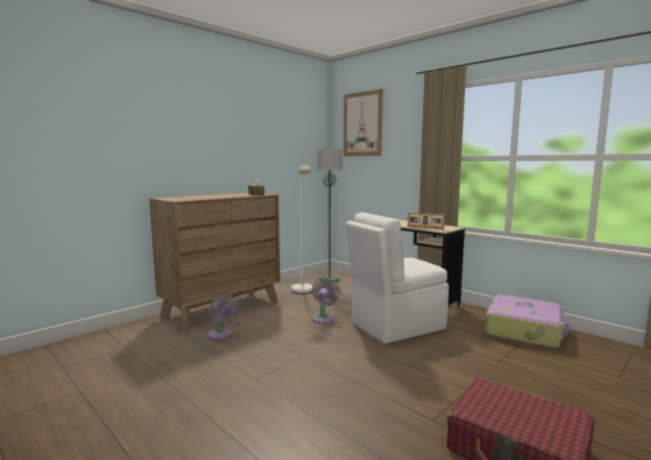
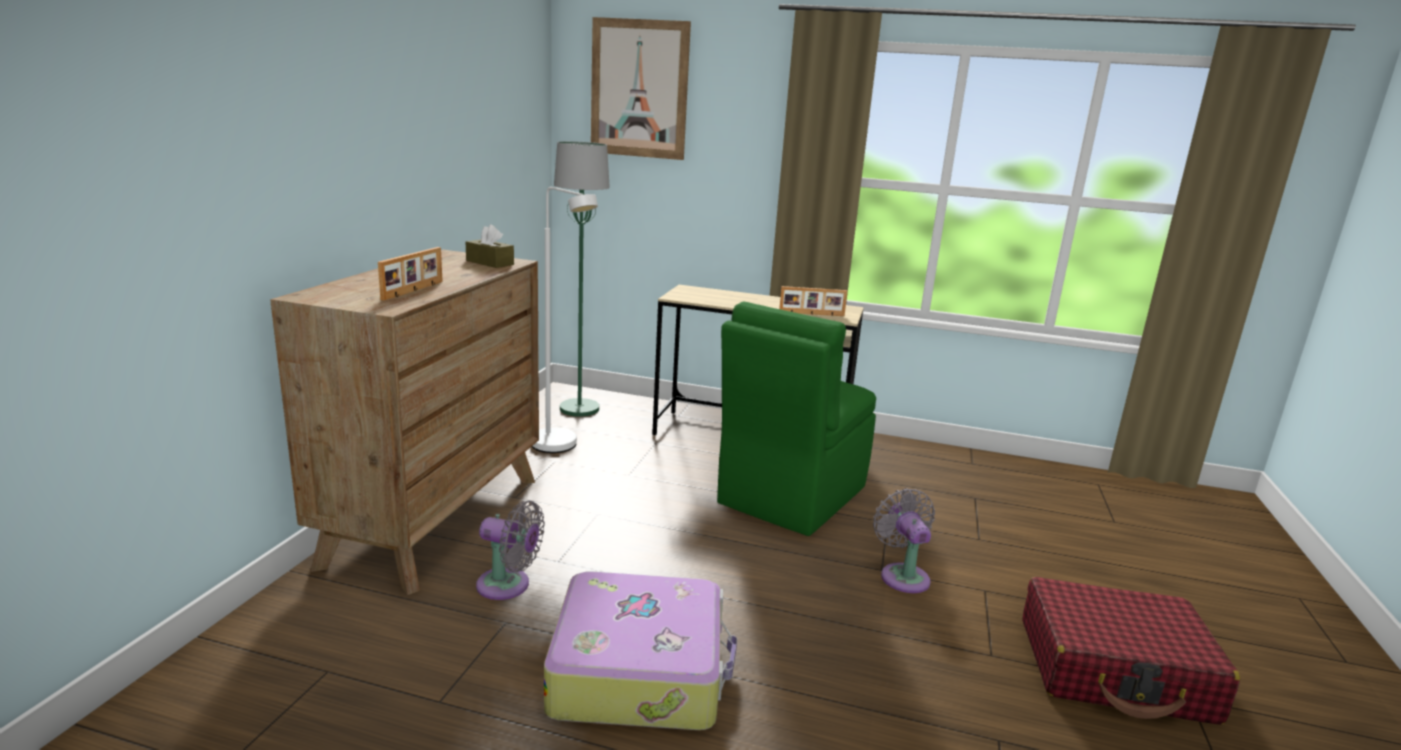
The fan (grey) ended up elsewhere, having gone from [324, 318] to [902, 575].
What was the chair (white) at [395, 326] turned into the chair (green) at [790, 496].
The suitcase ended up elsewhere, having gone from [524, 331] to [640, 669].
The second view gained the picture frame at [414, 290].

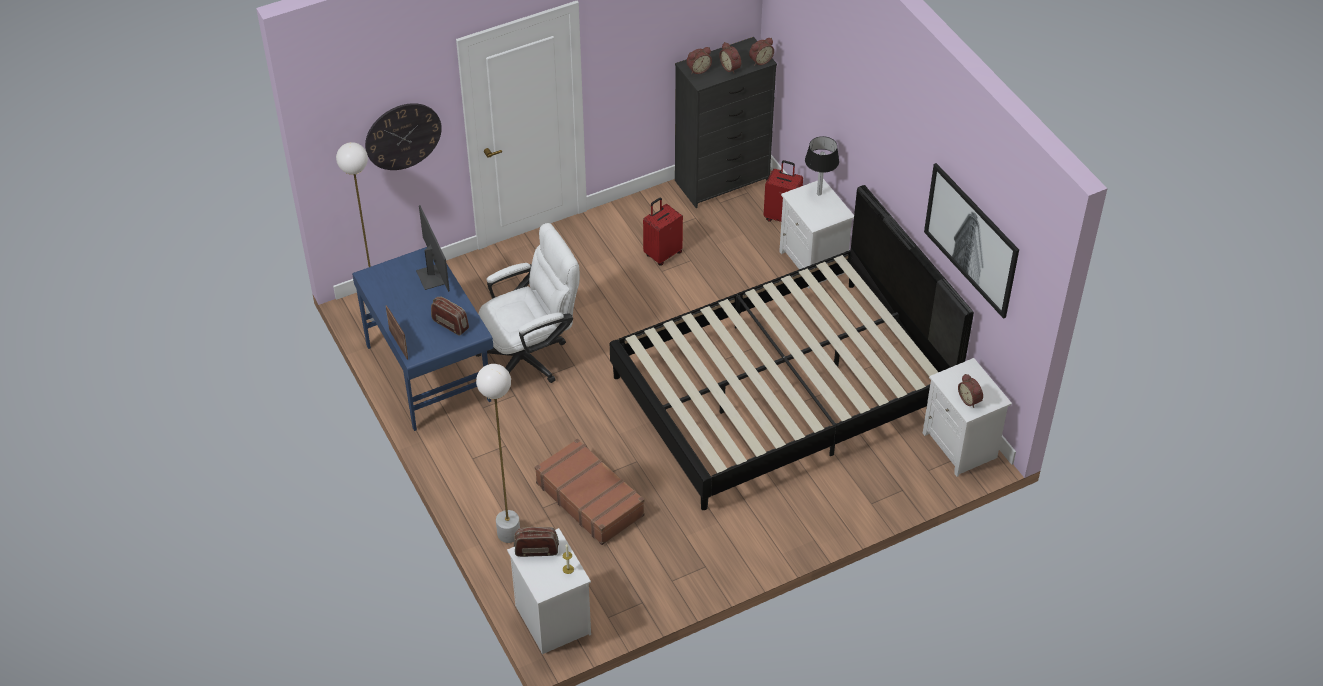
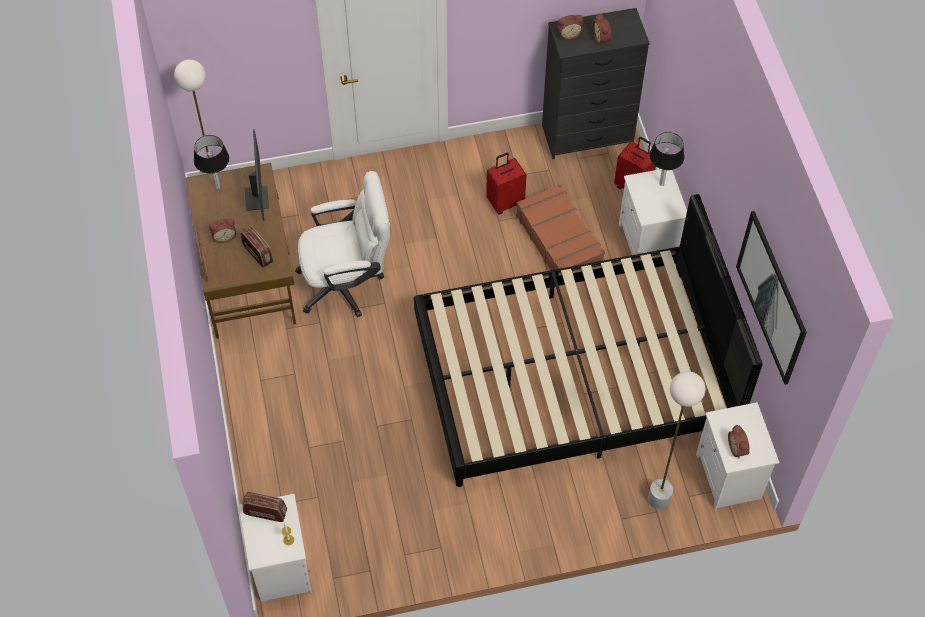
What was the desk (blue) at [429, 372] turned into the desk (brown) at [249, 279].
The second view lost the wall clock at [403, 136].
The floor lamp (white) ended up elsewhere, having gone from [509, 533] to [659, 499].
The suitcase (brown) ended up elsewhere, having gone from [590, 498] to [559, 240].
The alarm clock ended up elsewhere, having gone from [760, 60] to [224, 236].
The second view gained the table lamp at [218, 187].

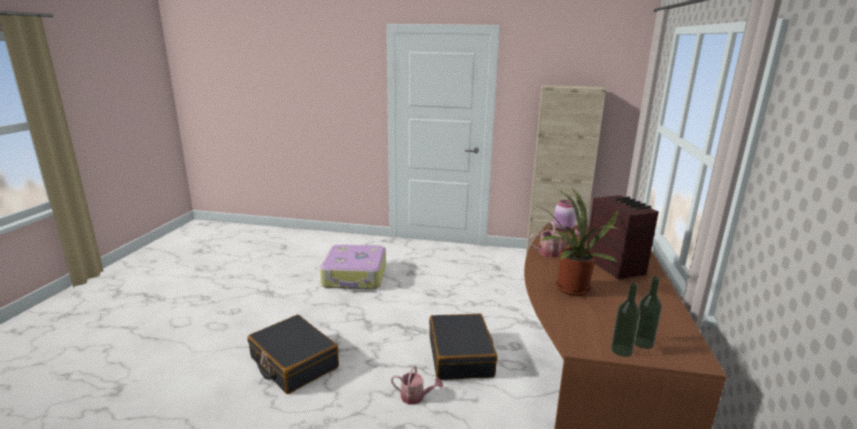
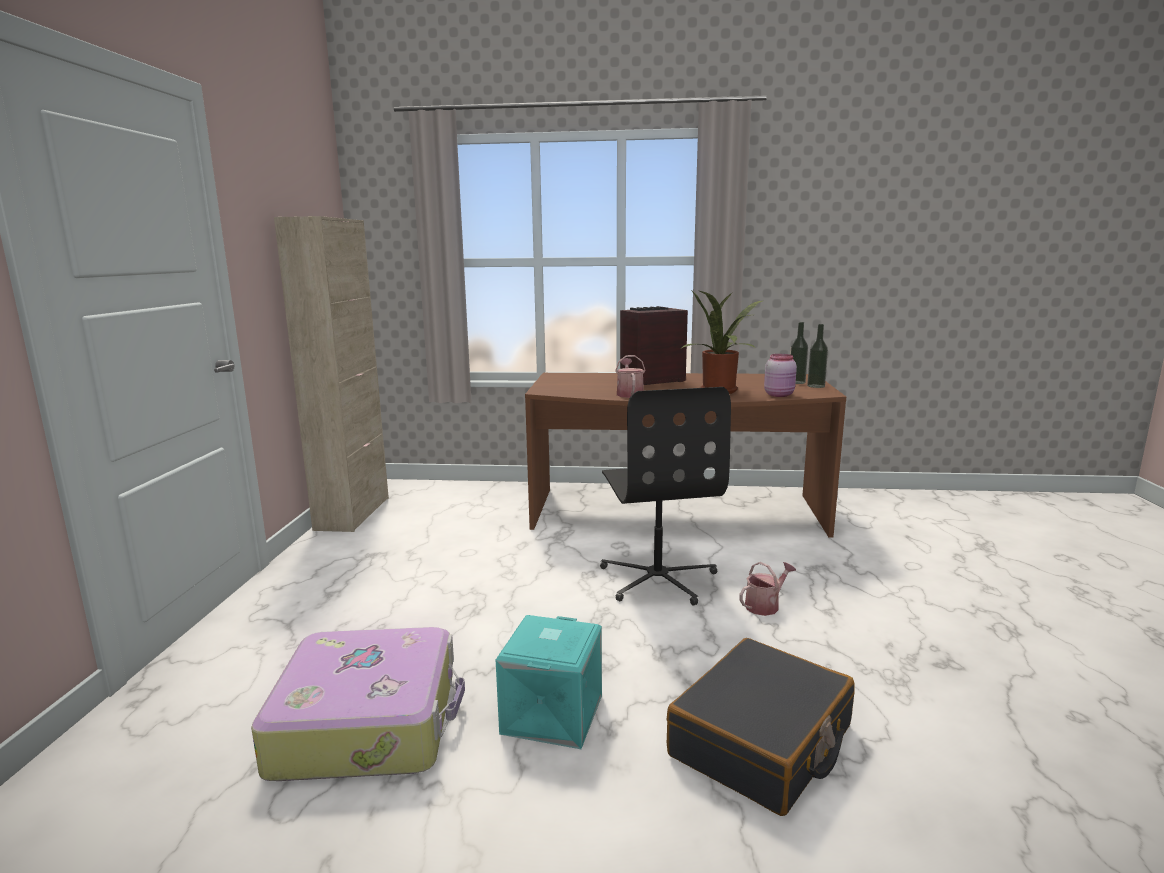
The watering can at [416, 397] ended up facing another way, 45 degrees clockwise from before.
Where the suitcase (black) stood at [461, 356], the office chair (black) came to stand at [658, 578].
The jar (pink) ended up elsewhere, having gone from [563, 229] to [780, 395].
The second view gained the storage box (turquoise) at [551, 713].

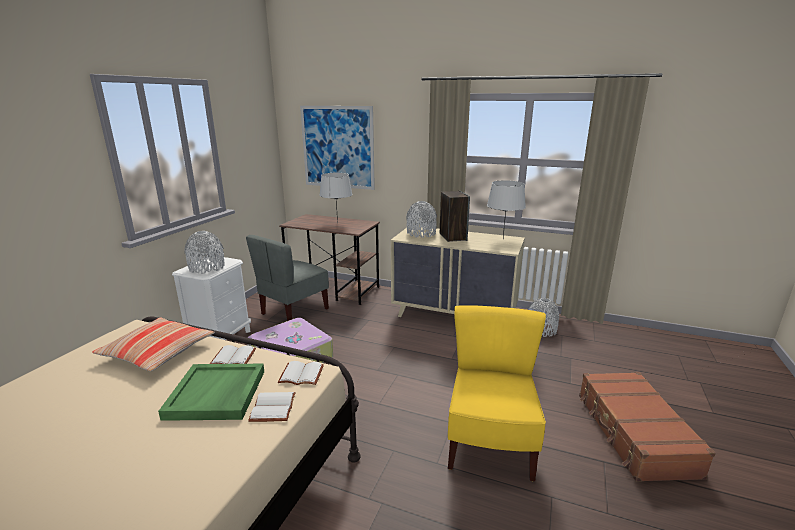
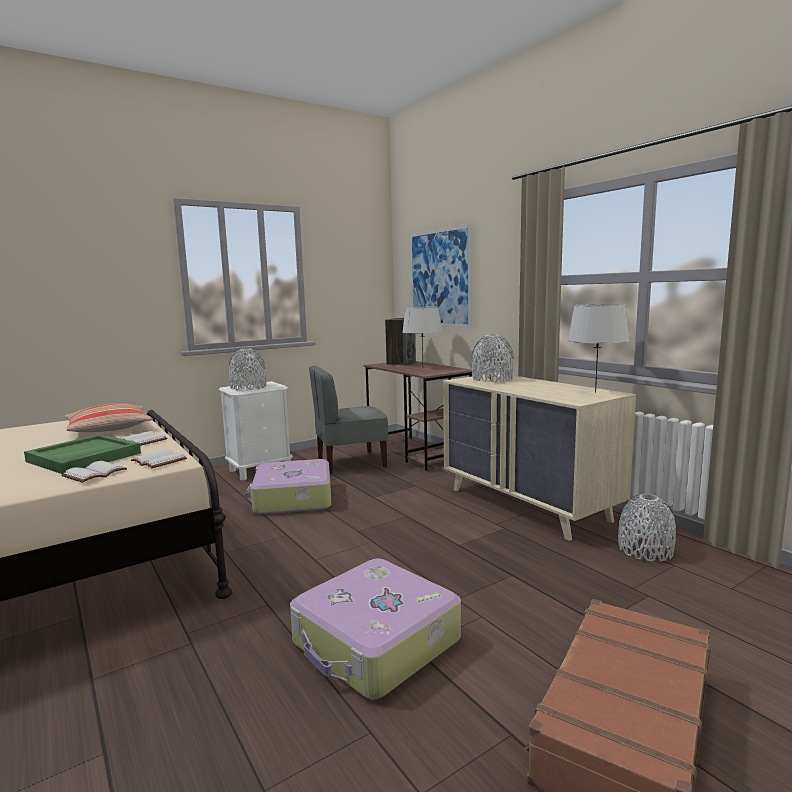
The speaker ended up elsewhere, having gone from [452, 237] to [401, 363].
Where the chair (yellow) stood at [489, 444], the suitcase came to stand at [376, 643].

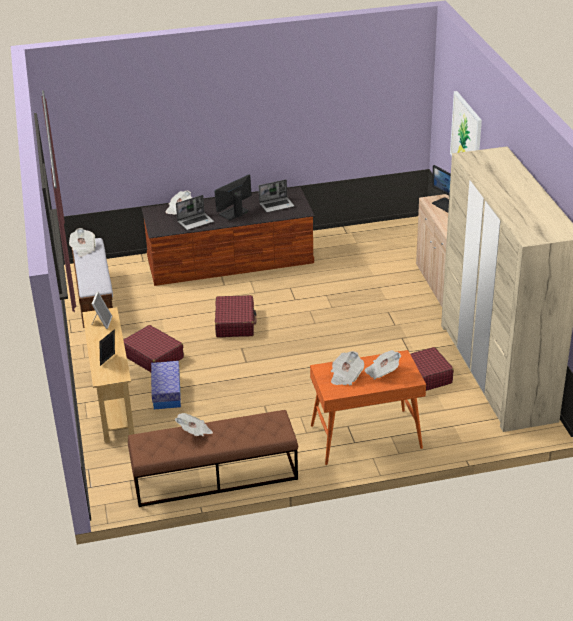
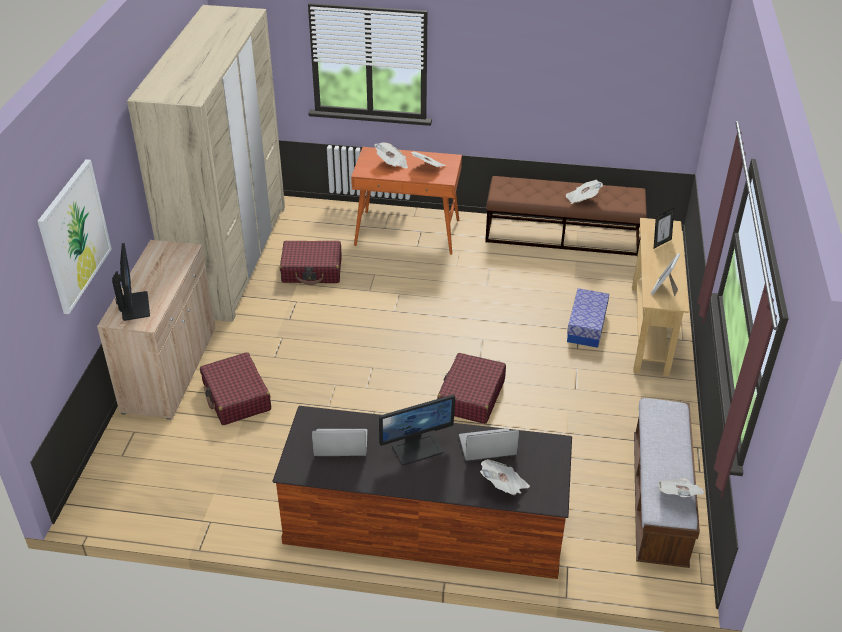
The suitcase (red) ended up elsewhere, having gone from [153, 356] to [236, 397].

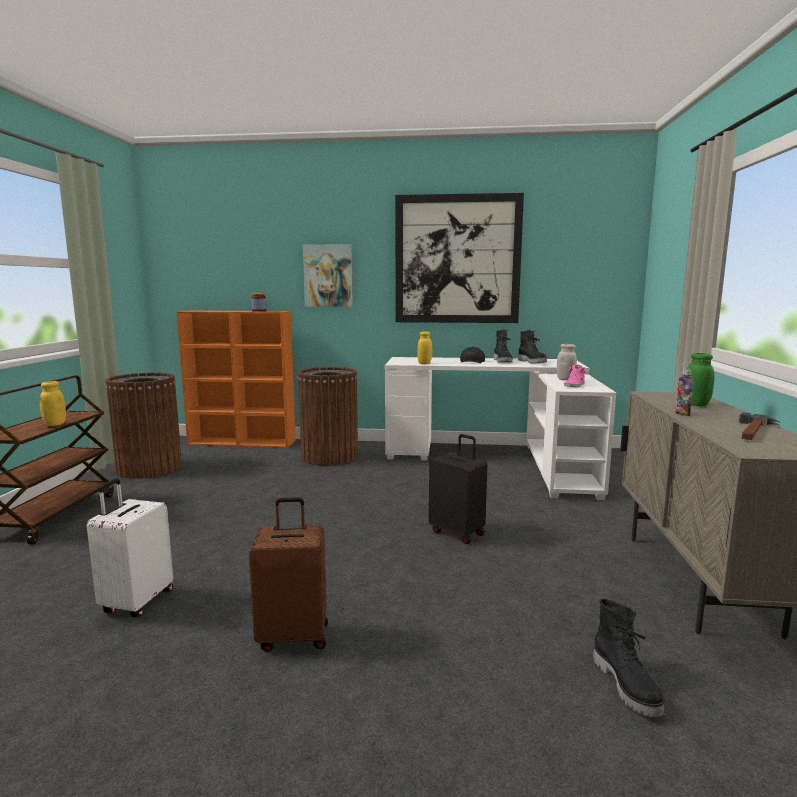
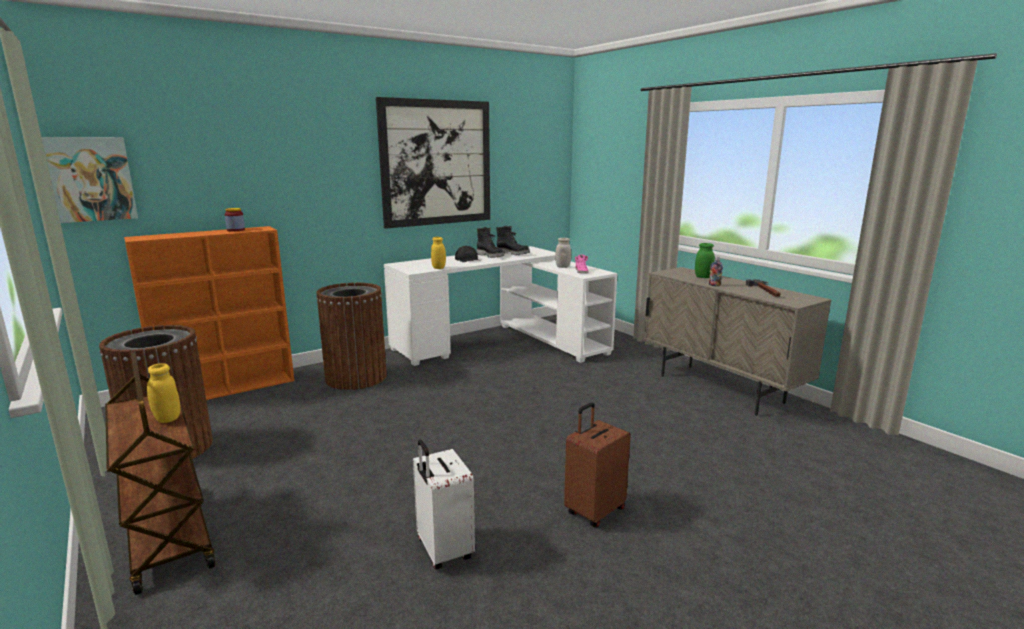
The picture ended up elsewhere, having gone from [328, 275] to [92, 179].
The second view lost the suitcase (black) at [458, 532].
The second view lost the boot (black) at [627, 686].

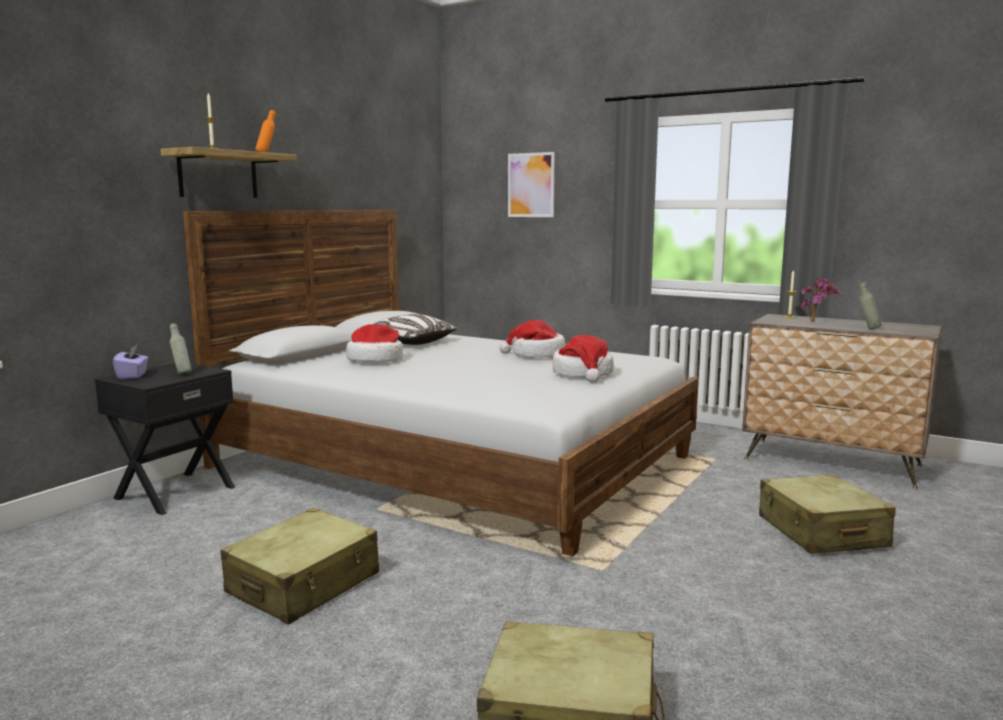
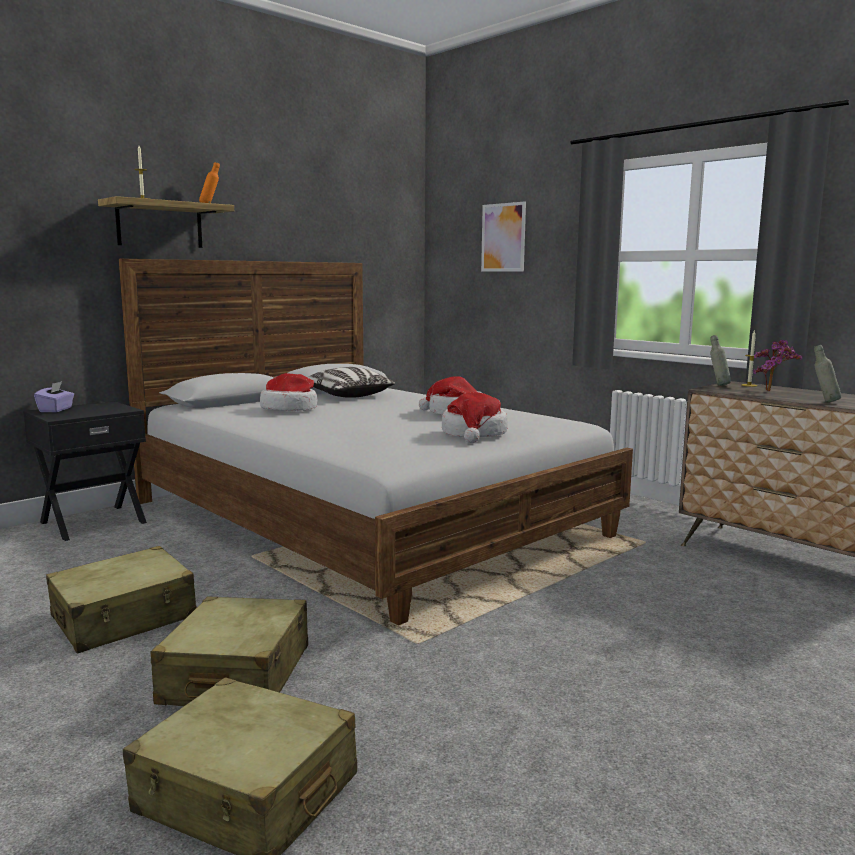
The bottle (grey) ended up elsewhere, having gone from [181, 373] to [718, 385].
The suitcase (beige) ended up elsewhere, having gone from [821, 532] to [236, 676].

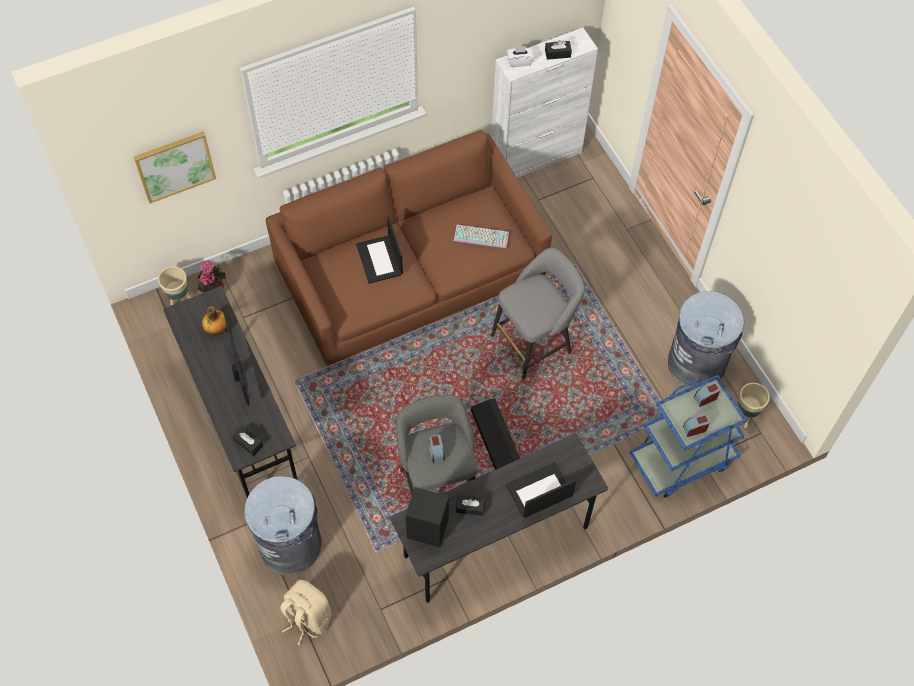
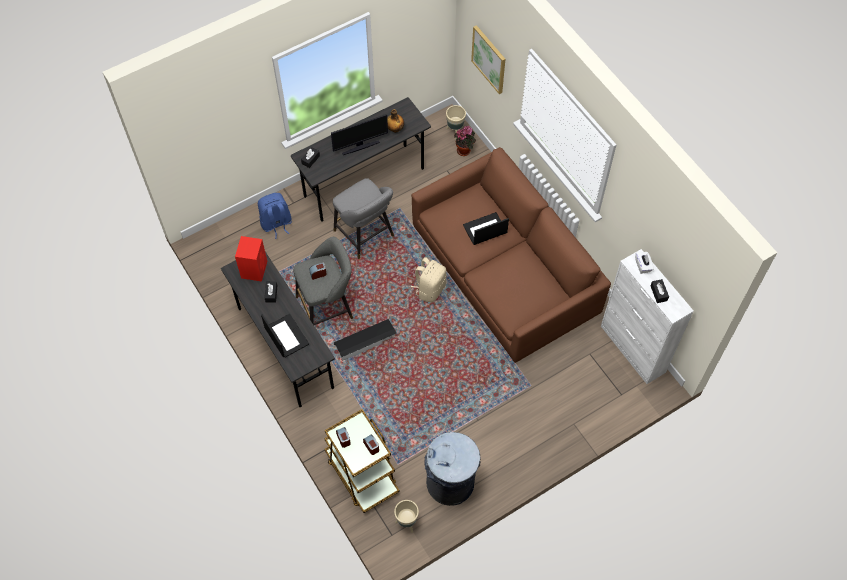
Where the trash can (grey) stood at [290, 544], the backpack (blue) came to stand at [276, 224].
The backpack (beige) ended up elsewhere, having gone from [307, 618] to [430, 289].
What was the speaker (black) at [426, 528] turned into the speaker (red) at [254, 269].
The second view lost the keyboard at [482, 236].
The stool (grey) ended up elsewhere, having gone from [535, 342] to [365, 235].
What was the cart (blue) at [682, 460] turned into the cart (brown) at [362, 473].

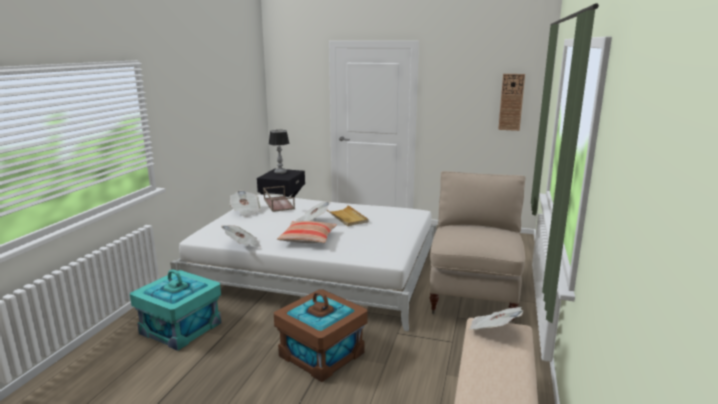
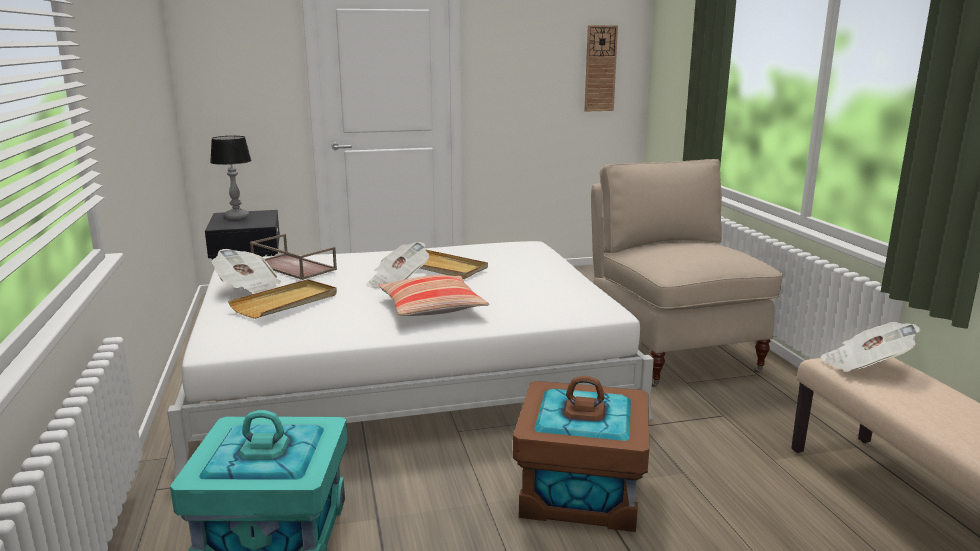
The second view lost the newspaper at [243, 245].
The second view gained the tray (beige) at [286, 302].

